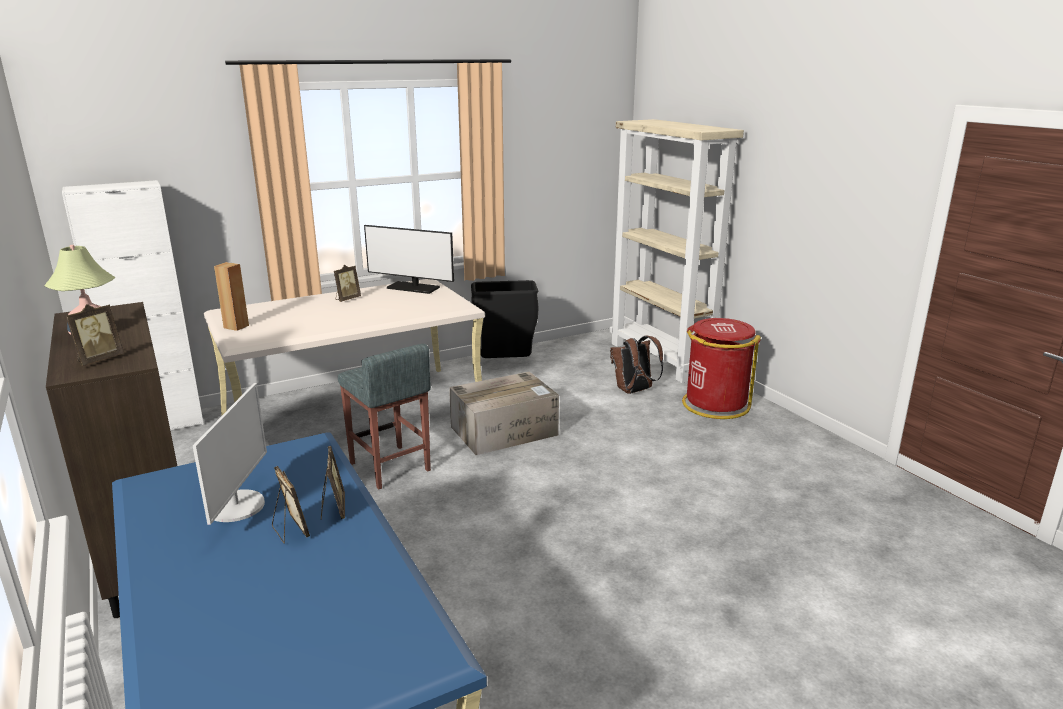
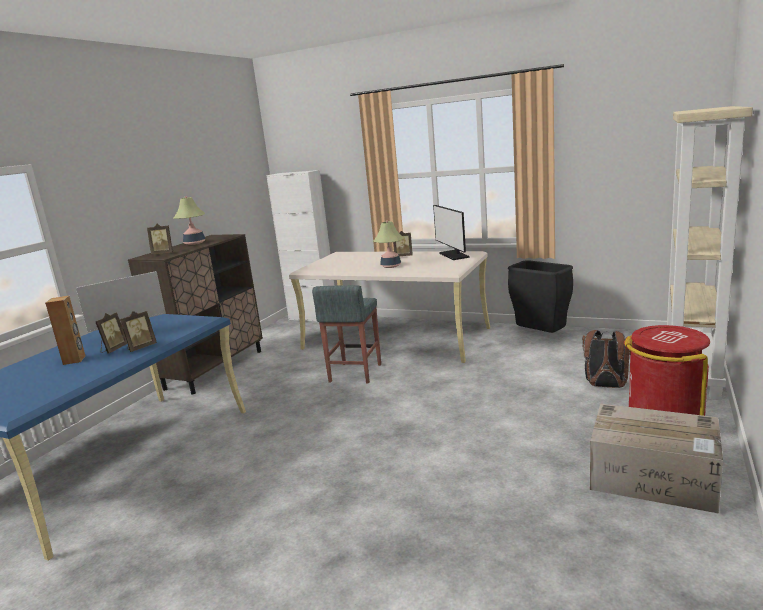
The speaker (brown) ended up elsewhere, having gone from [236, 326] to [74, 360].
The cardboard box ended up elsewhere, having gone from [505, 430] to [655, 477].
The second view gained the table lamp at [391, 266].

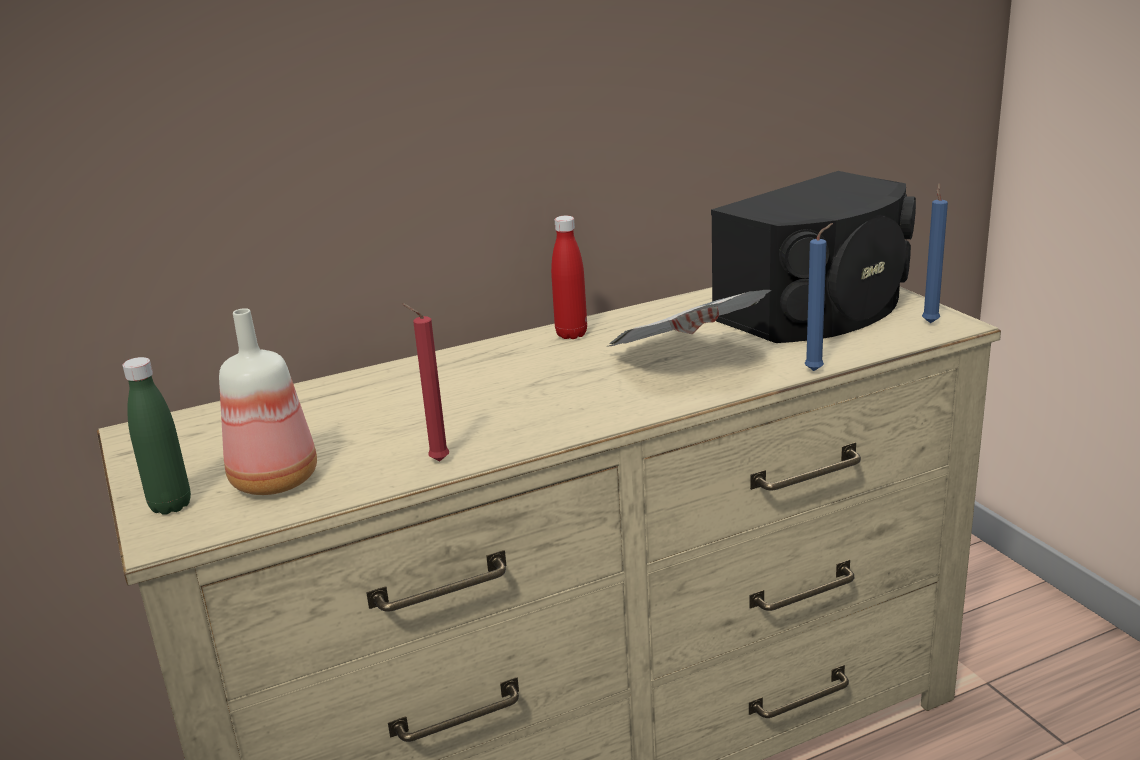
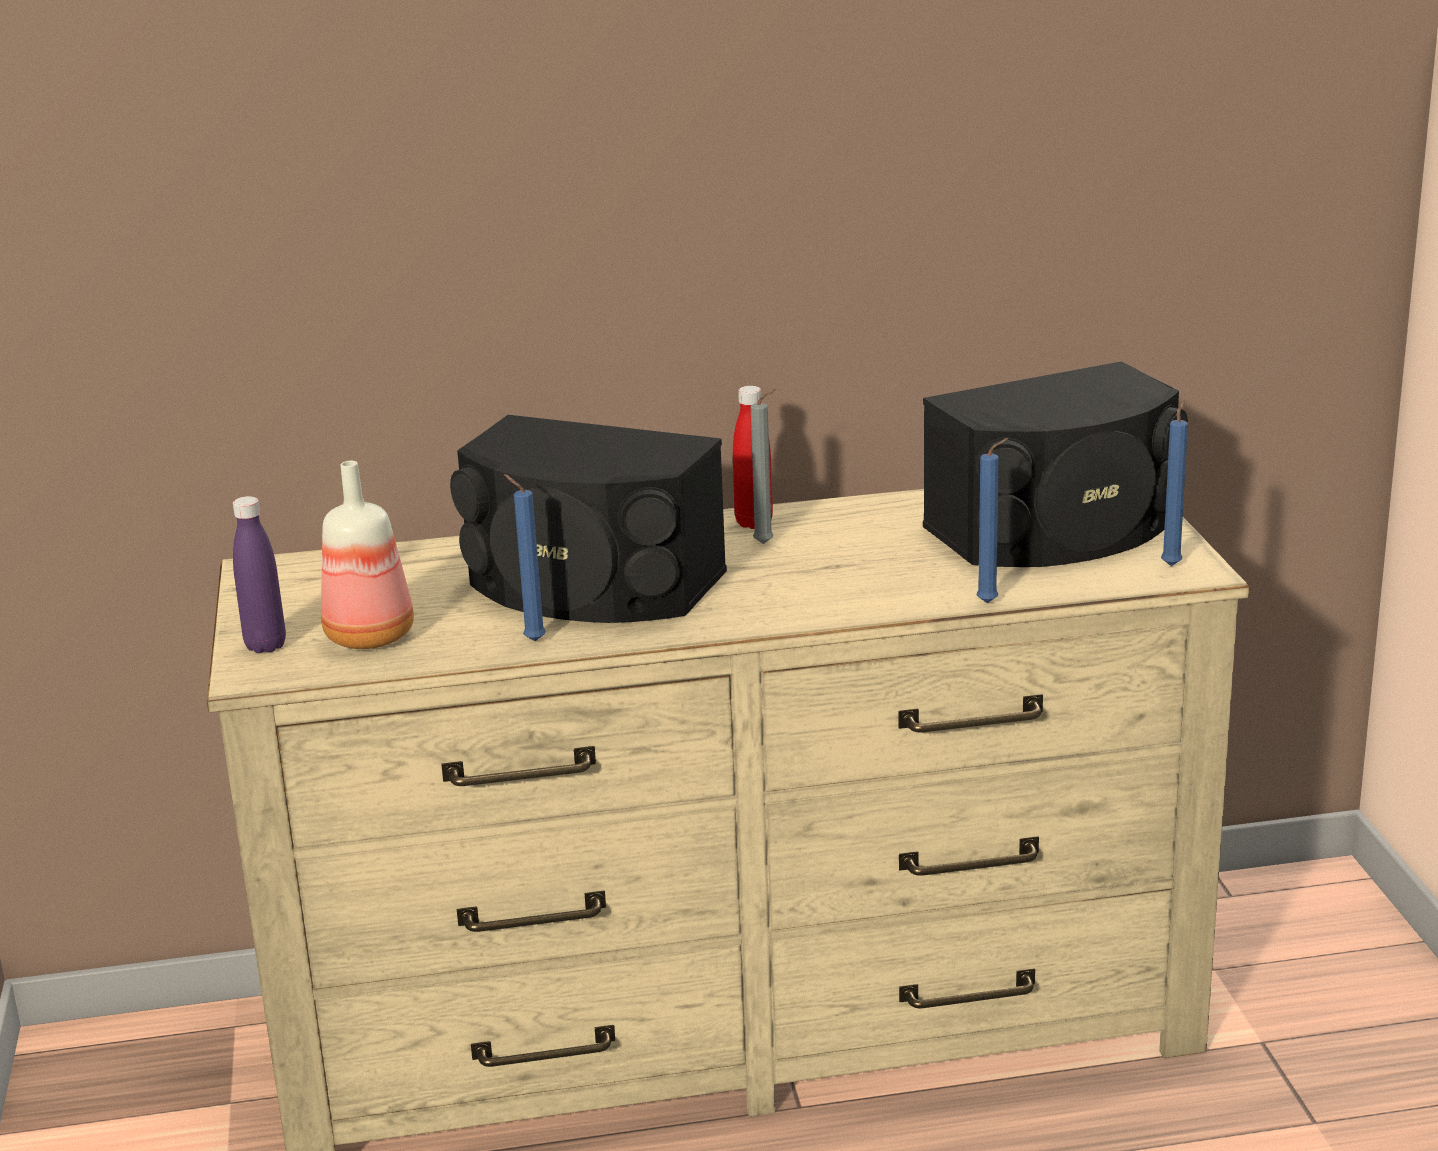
What was the bottle (green) at [170, 505] turned into the bottle (purple) at [265, 646].
What was the candle (red) at [436, 461] turned into the candle (blue) at [531, 640].
The second view lost the newspaper at [686, 360].
The second view gained the speaker (black) at [590, 586].
The second view gained the candle (grey) at [767, 543].

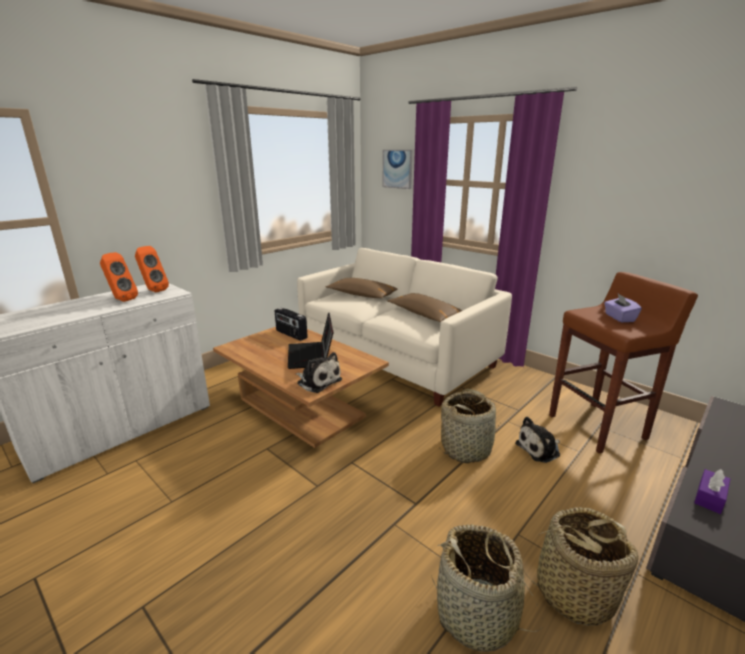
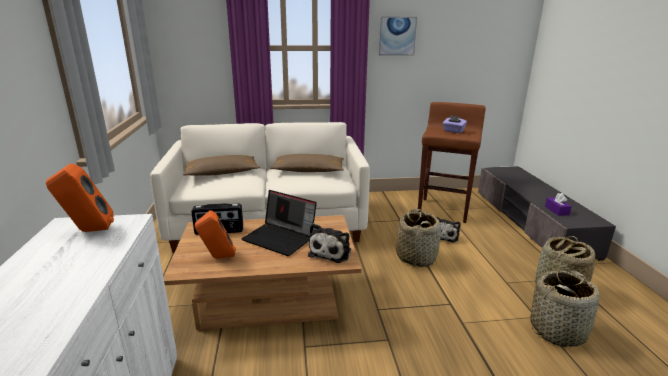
The speaker (orange) ended up elsewhere, having gone from [121, 300] to [218, 258].
The plush toy at [318, 381] ended up facing another way, 120 degrees clockwise from before.
The picture ended up elsewhere, having gone from [397, 169] to [397, 36].

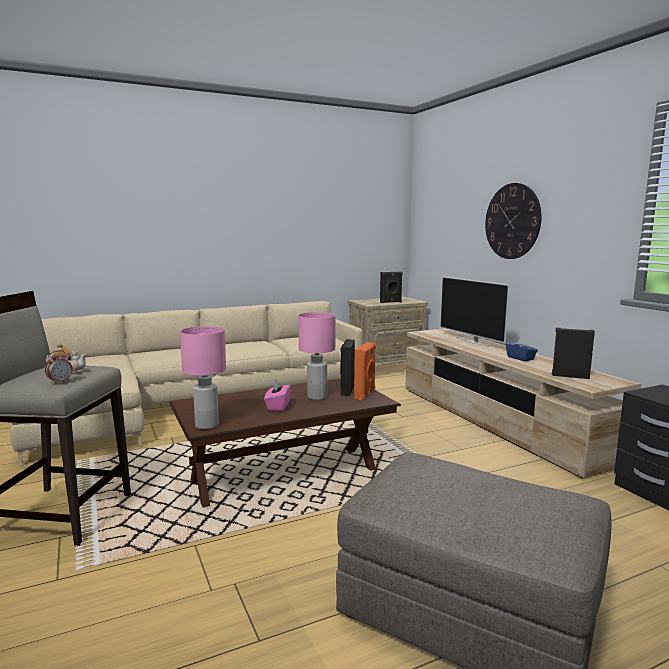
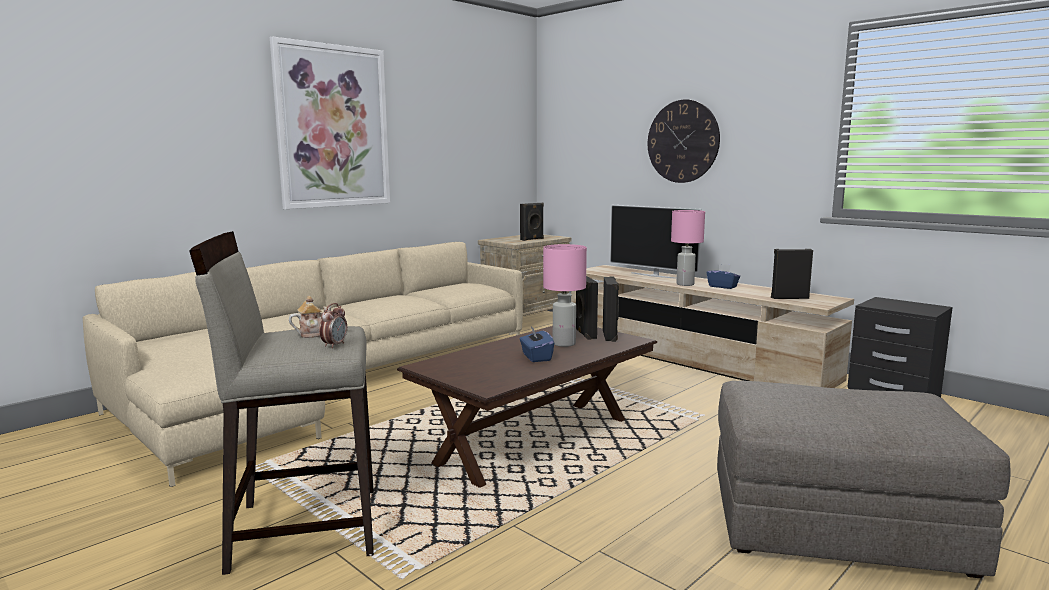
The table lamp (pink) ended up elsewhere, having gone from [206, 425] to [685, 284].
What was the tissue box (pink) at [277, 406] turned into the tissue box (blue) at [536, 357].
What was the speaker (orange) at [365, 394] turned into the speaker (black) at [610, 336].
The second view gained the picture at [333, 127].

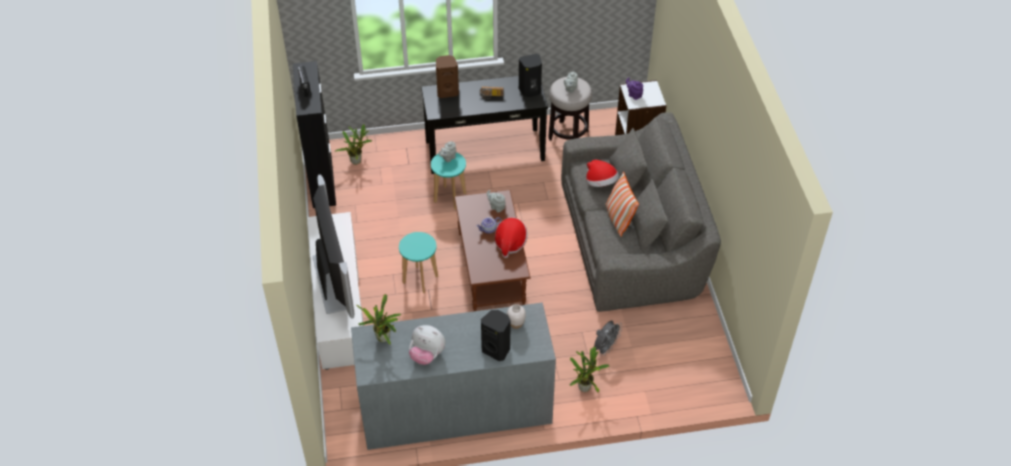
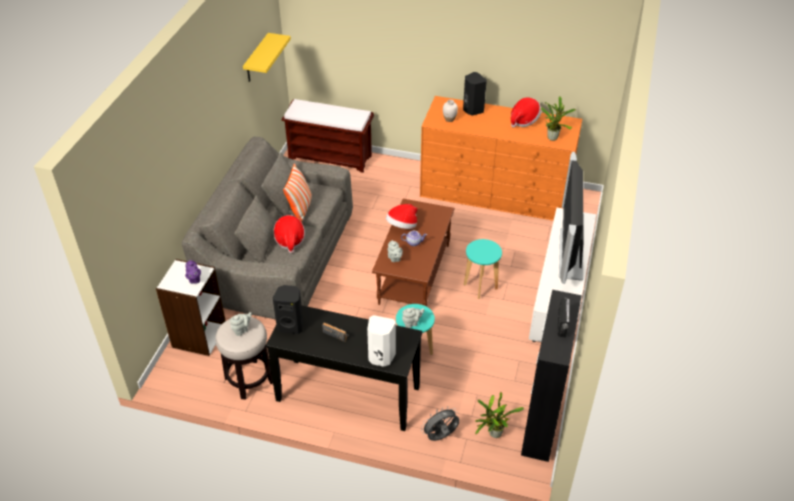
What was the dresser (grey) at [455, 408] turned into the dresser (orange) at [495, 193].
Where the plush toy stood at [427, 355], the hat came to stand at [524, 120].
What was the speaker (brown) at [447, 91] turned into the speaker (white) at [381, 357].
The second view lost the potted plant at [585, 386].
The fan (grey) ended up elsewhere, having gone from [605, 348] to [440, 437].
The second view gained the shelf (yellow) at [256, 59].
The second view gained the bench (brown) at [331, 157].

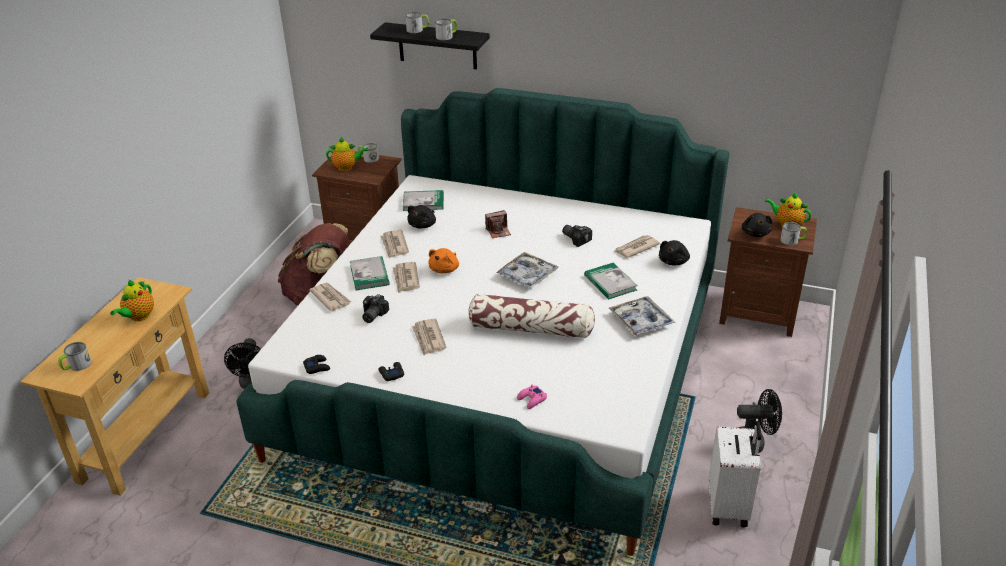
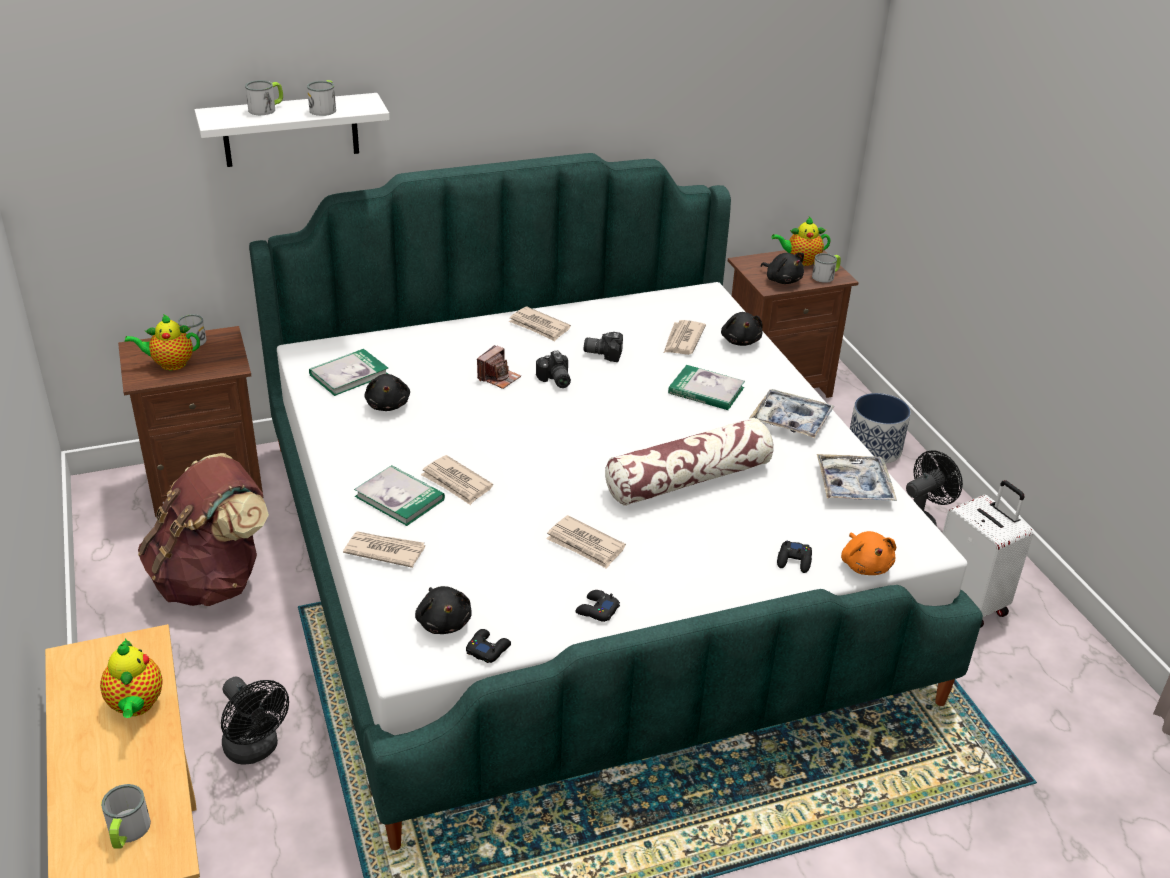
The teapot at [347, 167] ended up facing another way, 150 degrees counterclockwise from before.
The photo camera ended up elsewhere, having gone from [372, 315] to [554, 380].
What was the shelf (black) at [437, 46] turned into the shelf (white) at [290, 130].
The newspaper ended up elsewhere, having gone from [394, 245] to [539, 326].
The plush toy (orange) ended up elsewhere, having gone from [445, 269] to [865, 565].
The tray ended up elsewhere, having gone from [527, 275] to [854, 485].
What was the game controller (pink) at [532, 399] turned into the game controller (black) at [794, 560].
The second view gained the plush toy (black) at [444, 622].
The second view gained the planter at [874, 449].

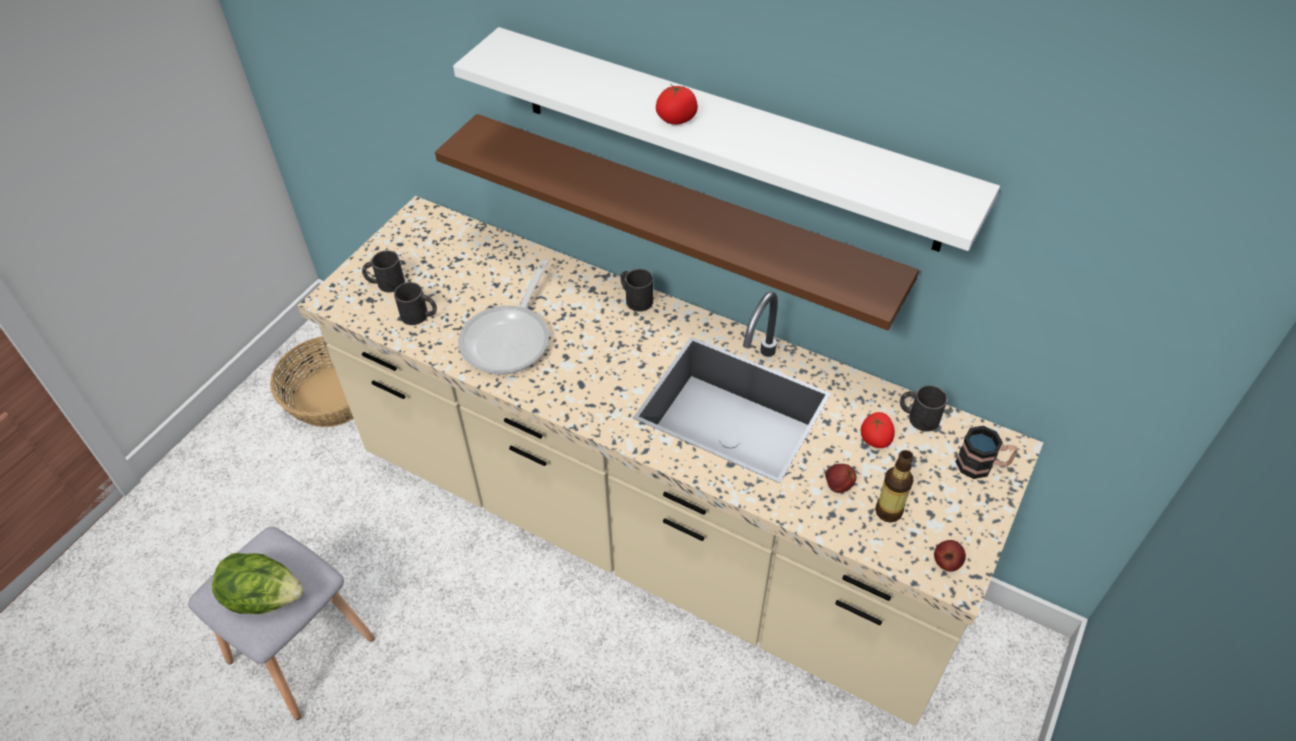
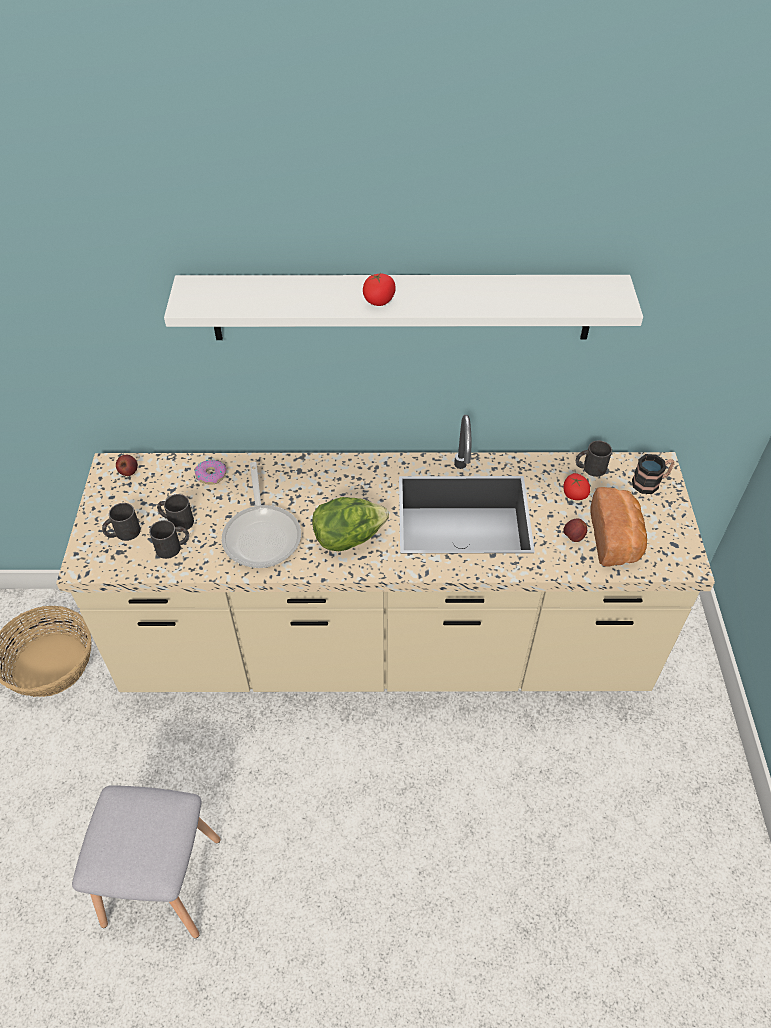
The lettuce ended up elsewhere, having gone from [265, 598] to [349, 538].
The second view lost the shelf (brown) at [680, 218].
The mug (black) ended up elsewhere, having gone from [635, 298] to [176, 521].
Where the bottle stood at [888, 511], the bread came to stand at [616, 539].
The apple ended up elsewhere, having gone from [946, 563] to [128, 472].
The second view gained the donut at [211, 475].

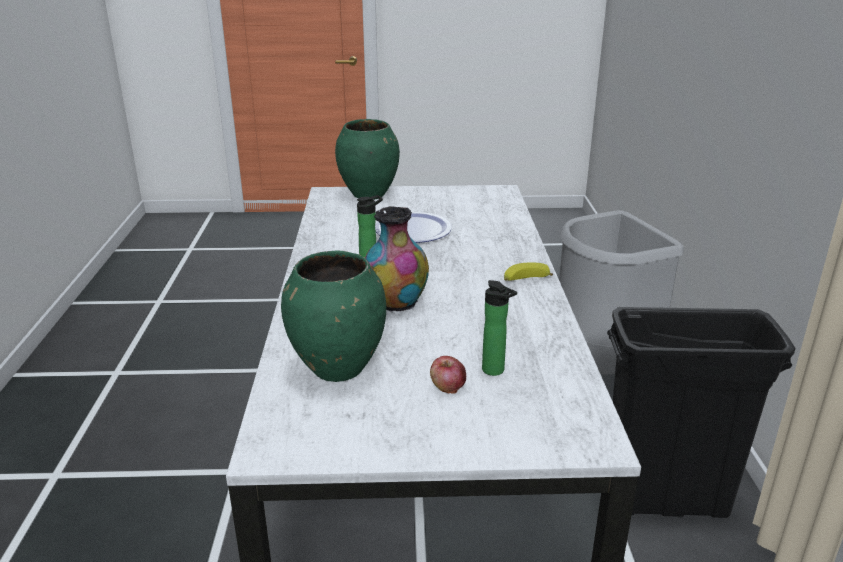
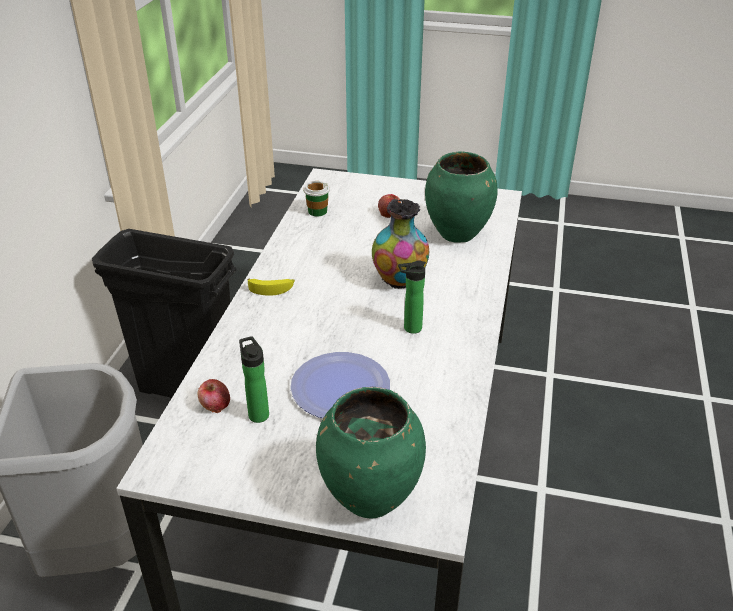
The bottle ended up elsewhere, having gone from [495, 371] to [257, 413].
The second view gained the apple at [215, 405].
The second view gained the cup at [317, 211].

